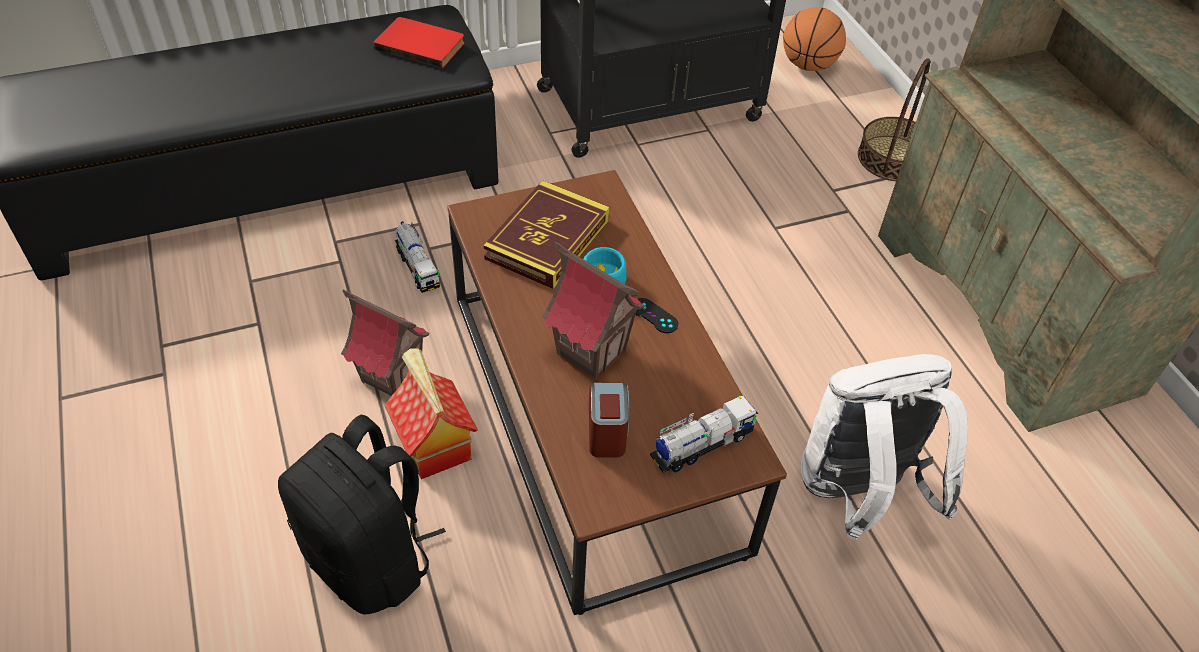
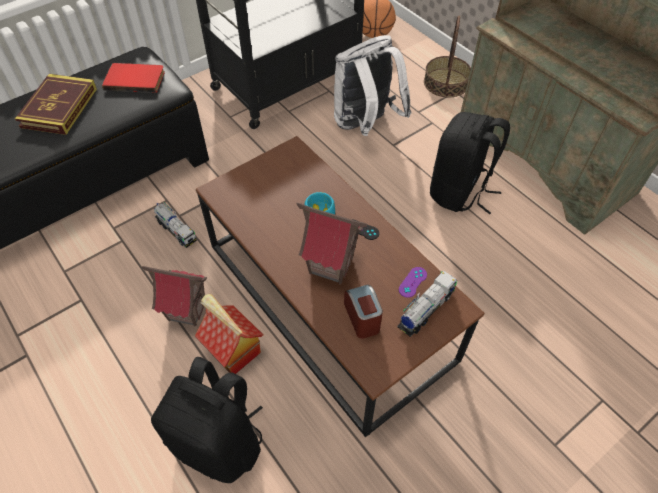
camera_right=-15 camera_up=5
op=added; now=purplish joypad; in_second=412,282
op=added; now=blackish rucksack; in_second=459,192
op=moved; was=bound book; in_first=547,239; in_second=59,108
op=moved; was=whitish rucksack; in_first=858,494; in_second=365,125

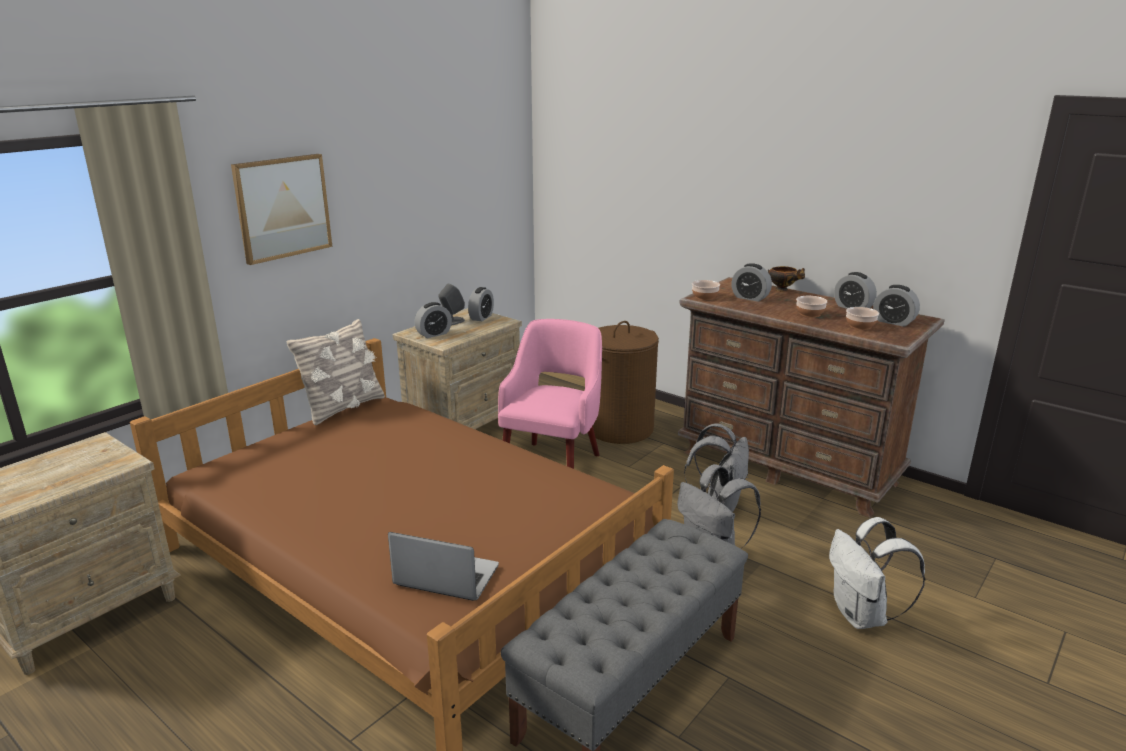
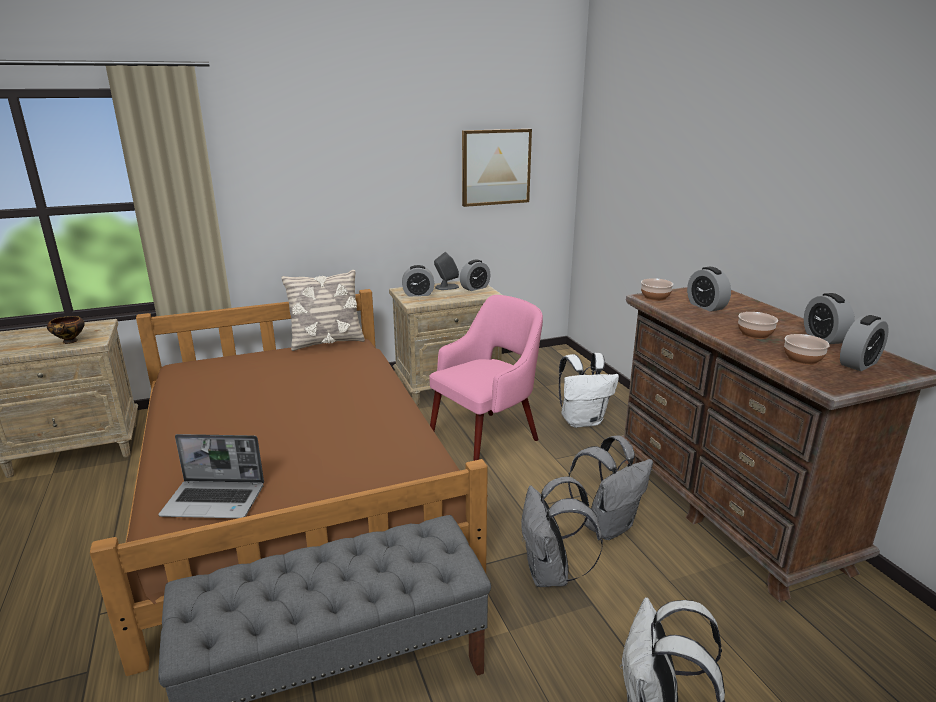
camera_right=30 camera_up=0
op=moved; was=wall picture; in_first=282,207; in_second=495,167
op=moved; was=bowl; in_first=783,290; in_second=70,342
op=replaced; was=brown-coloured laundry basket; now=whitish rucksack; in_first=620,428; in_second=582,421
op=turned; was=portable computer; in_first=445,577; in_second=215,500; clockwise=135
op=turned; was=bedside clock; in_first=893,322; in_second=859,364; clockwise=-105

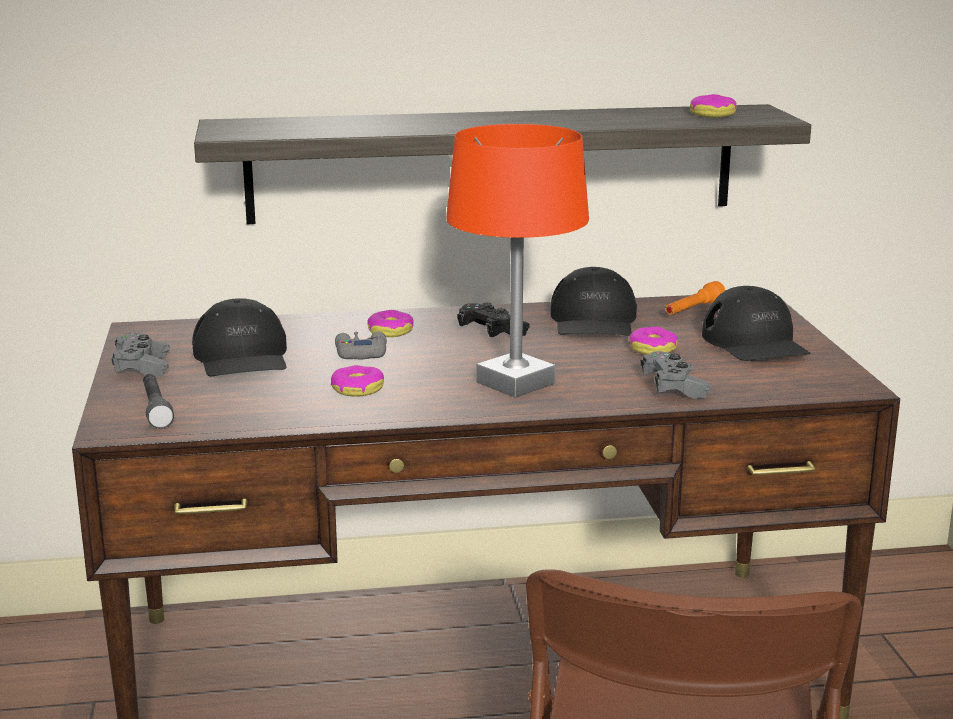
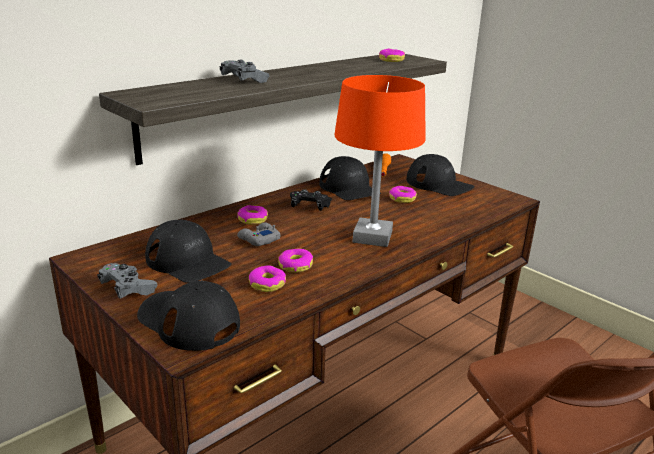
camera_right=-35 camera_up=5
op=added; now=ring doughnut; in_second=267,284
op=moved; was=greyish joypad; in_first=674,388; in_second=244,80
op=replaced; was=greyish hand torch; now=blackish peaked cap; in_first=156,409; in_second=189,321

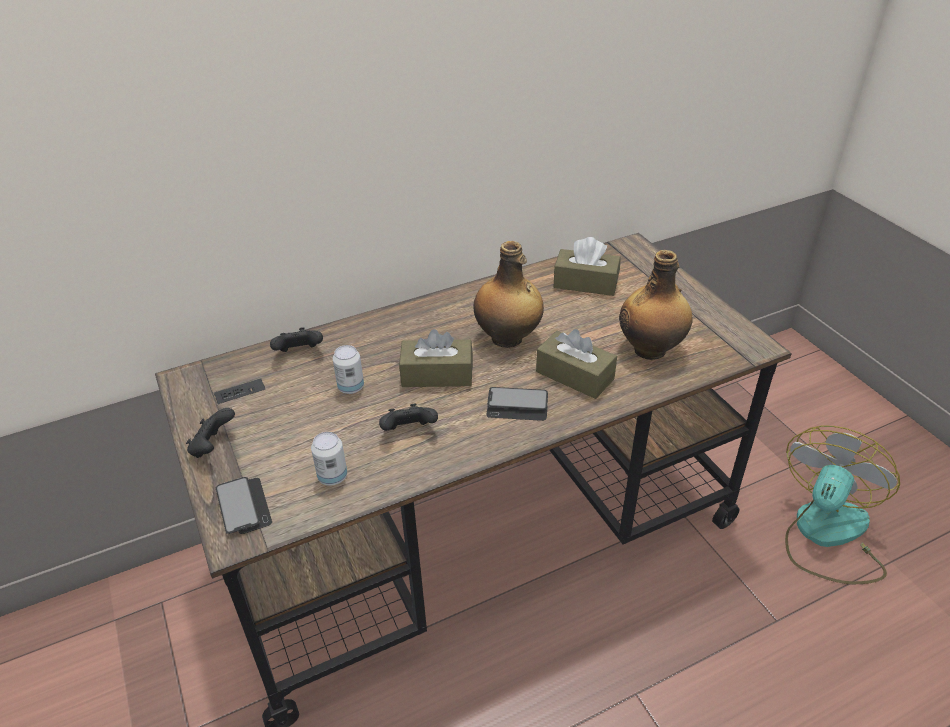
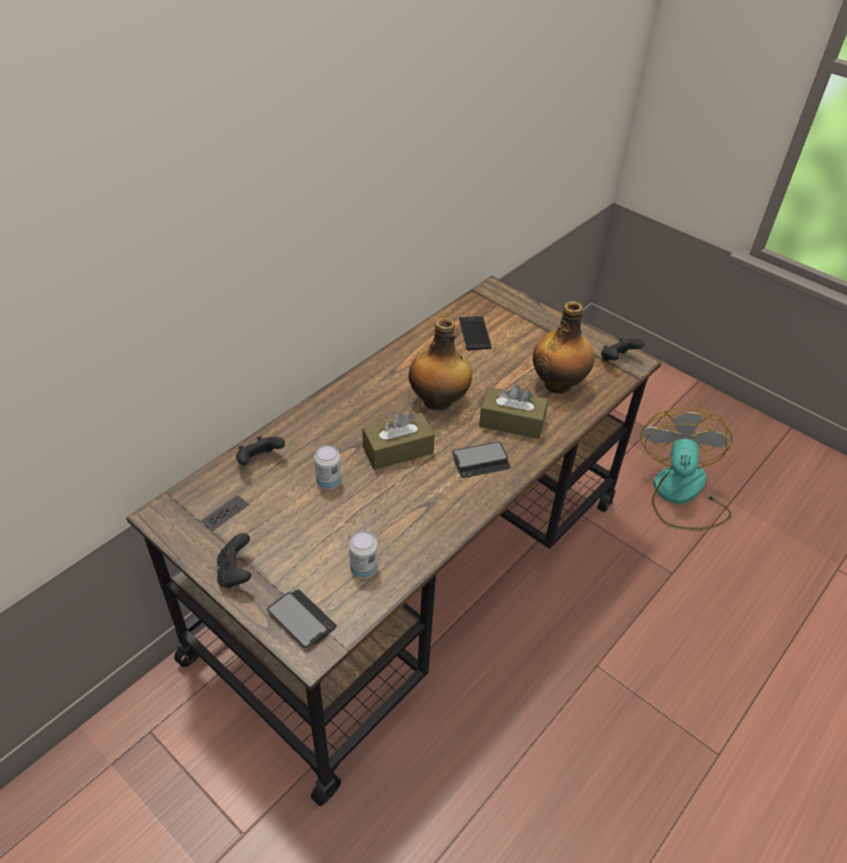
camera_right=-25 camera_up=5
op=moved; was=blackish joypad; in_first=409,431; in_second=617,360
op=replaced; was=brown-coloured tissue box; now=telephone; in_first=585,283; in_second=474,333

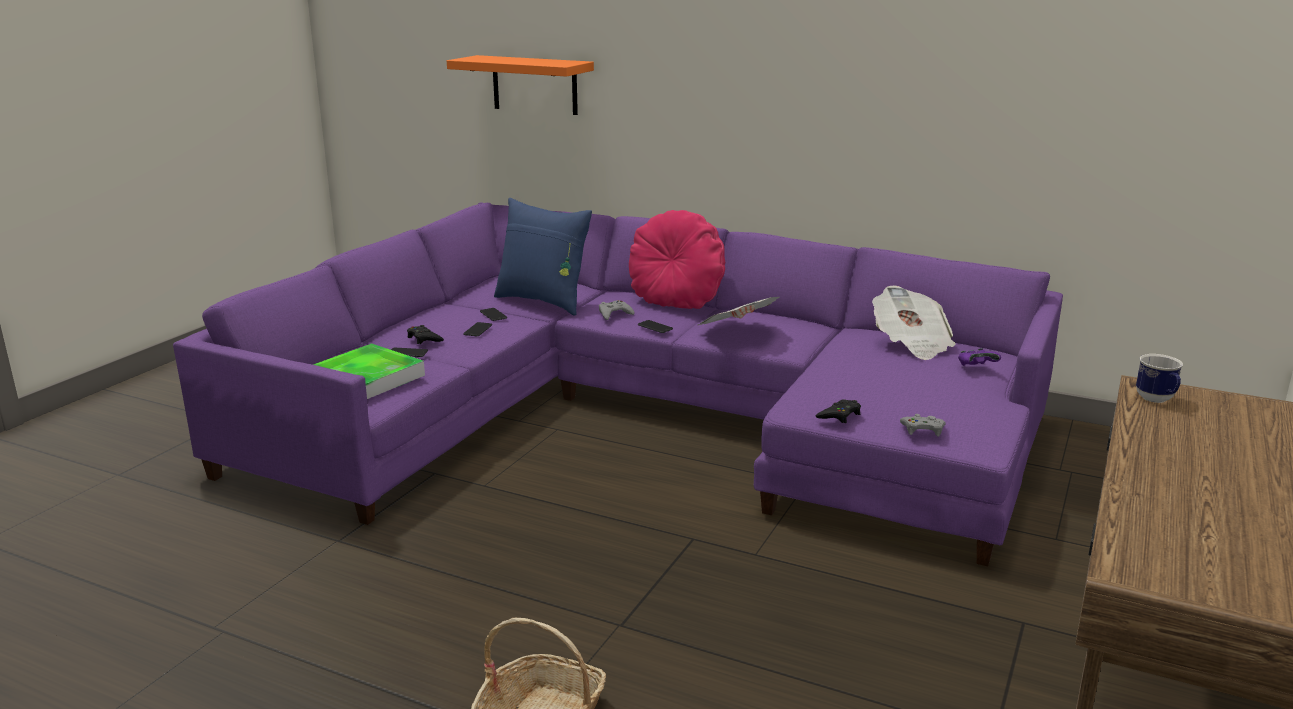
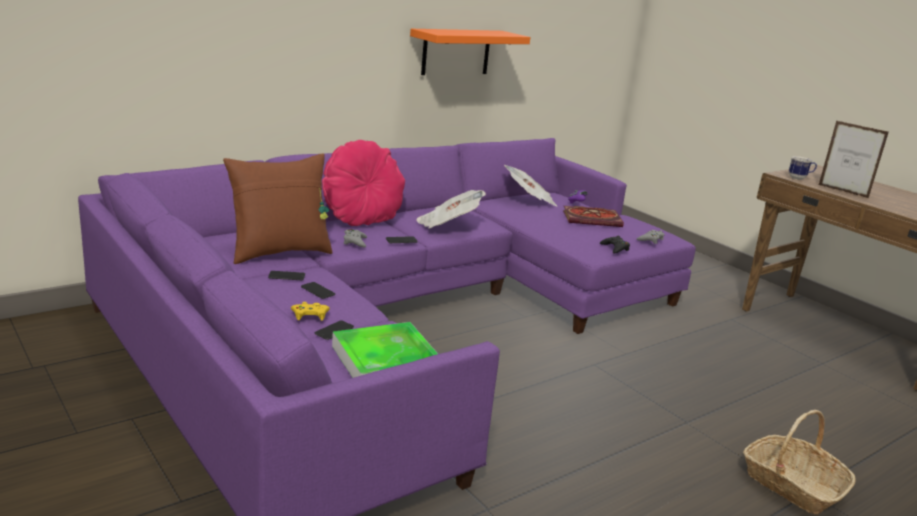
camera_right=-65 camera_up=0
op=added; now=bound book; in_second=593,219
op=added; now=picture frame; in_second=843,191
op=moved; was=orange-coloured wall shelf; in_first=534,85; in_second=456,52
op=recoloured; was=blackish joypad; now=yellow joypad; in_first=424,339; in_second=310,315
op=recoloured; was=blue throw pillow; now=brown-coloured throw pillow; in_first=542,302; in_second=279,253

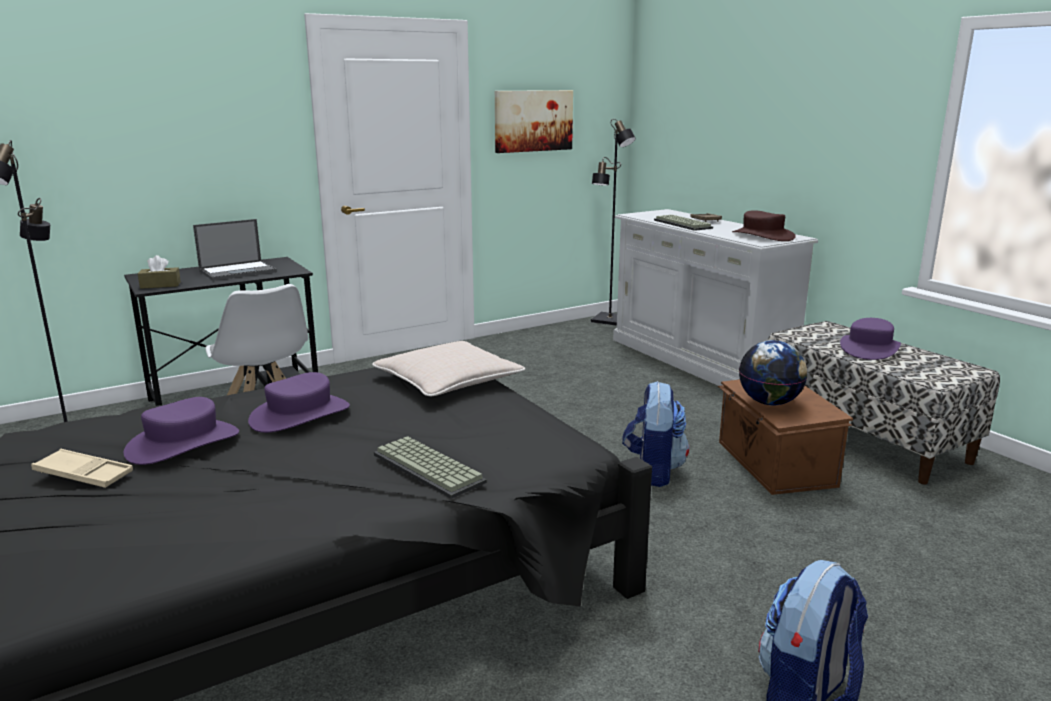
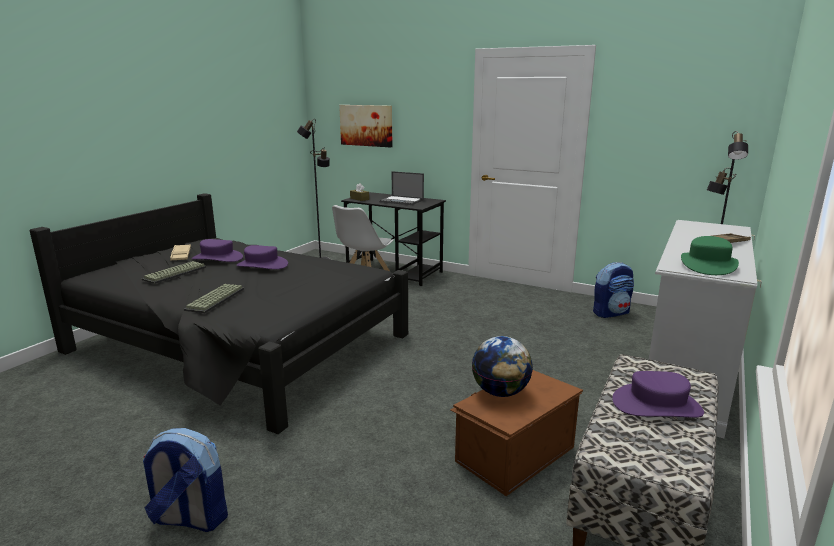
camera_right=60 camera_up=0
op=removed; was=beige-coloured throw pillow; in_first=448,379
op=moved; was=wall picture; in_first=533,121; in_second=366,125
op=moved; was=rucksack; in_first=653,471; in_second=611,313
op=moved; was=computer keyboard; in_first=684,224; in_second=175,274
op=recoloured; was=brown-coloured clothing hat; now=greenish clothing hat; in_first=762,236; in_second=708,265

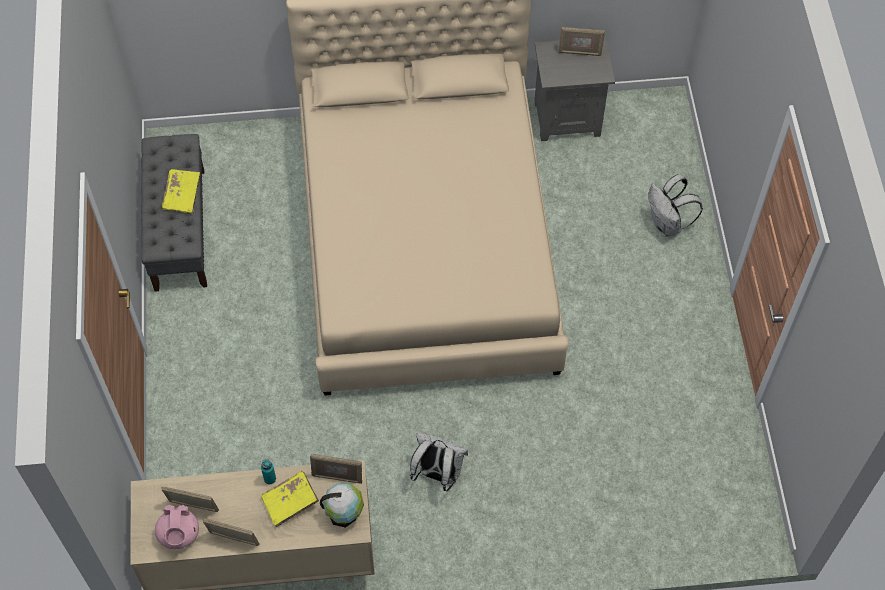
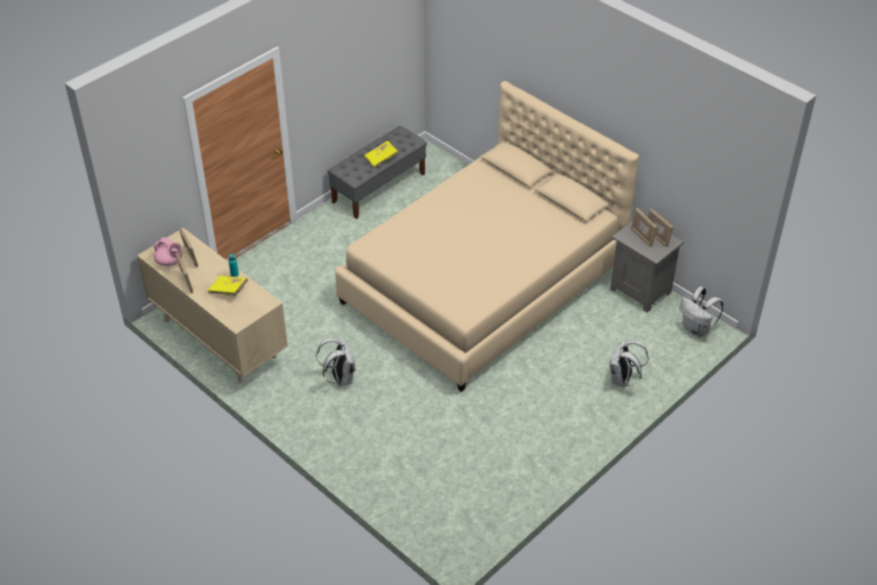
camera_right=50 camera_up=-15
op=removed; was=desk globe; in_first=344,513
op=added; now=whitish rucksack; in_second=696,329
op=moved; was=picture frame; in_first=337,477; in_second=642,237
op=turned; was=pink-coloured teapot; in_first=179,534; in_second=169,261; clockwise=-105

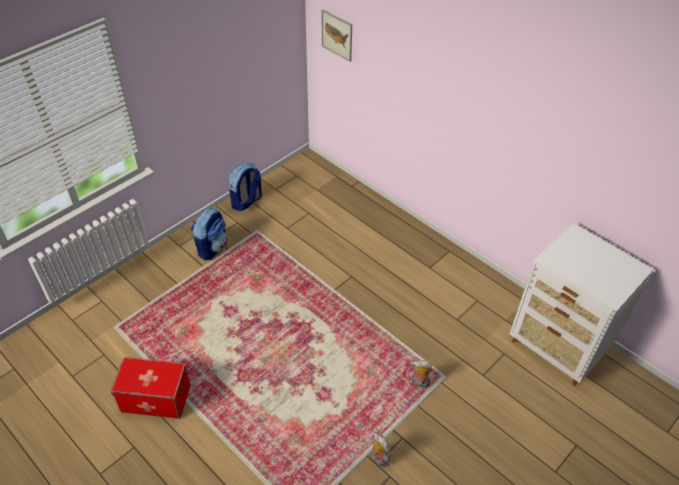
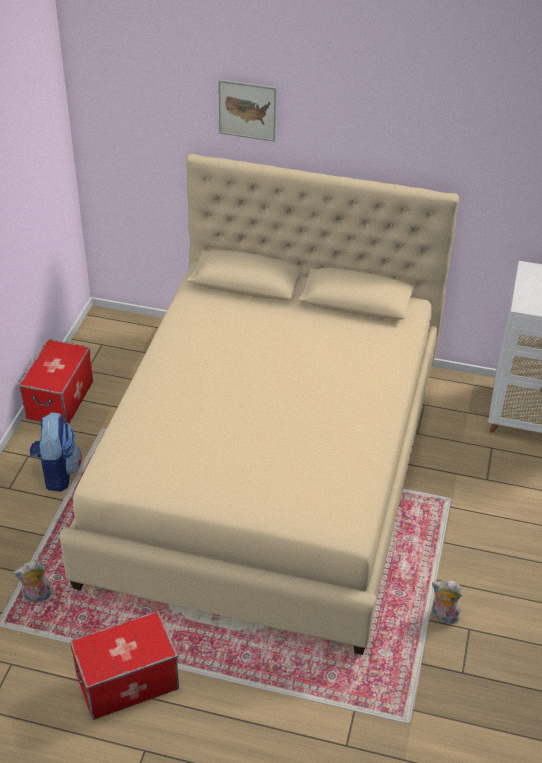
camera_right=-30 camera_up=-5
op=added; now=beige-coloured bedroom bed; in_second=269,468
op=moved; was=wall picture; in_first=337,35; in_second=247,110
op=moved; was=cuddly toy; in_first=419,383; in_second=37,597
op=replaced; was=rucksack; now=storage box; in_first=246,202; in_second=60,400

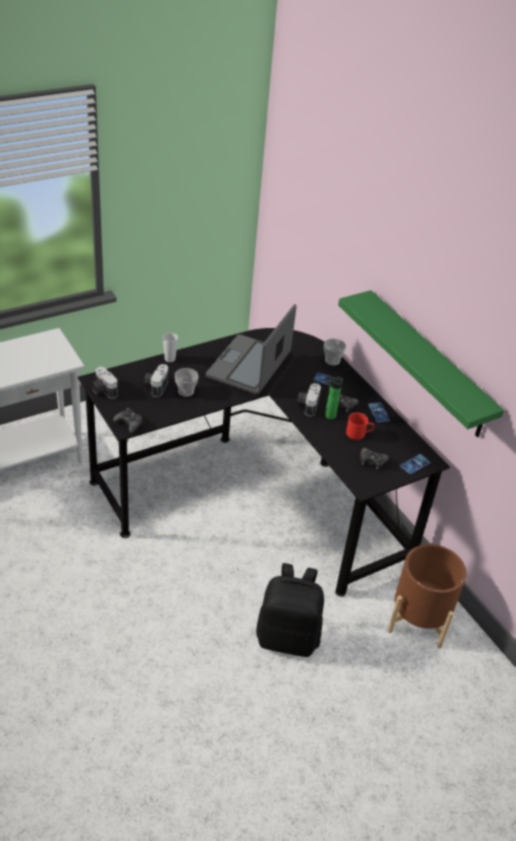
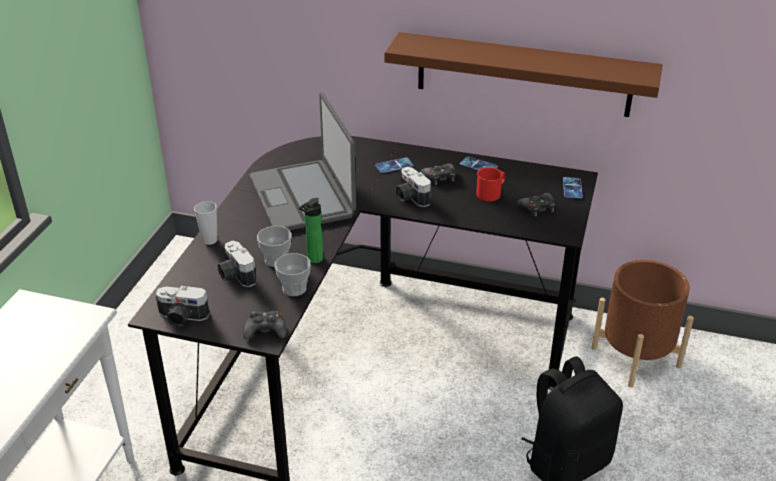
camera_right=-40 camera_up=-5
op=moved; was=cup; in_first=332,360; in_second=294,288
op=moved; was=beverage bottle; in_first=328,416; in_second=313,260
op=recoloured; was=greenish wall shelf; now=brown-coloured wall shelf; in_first=427,364; in_second=523,75

